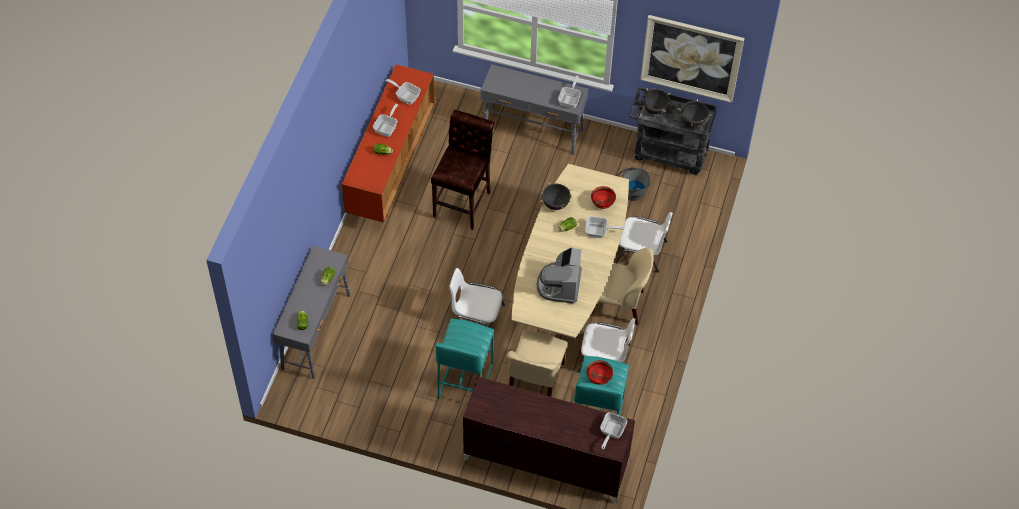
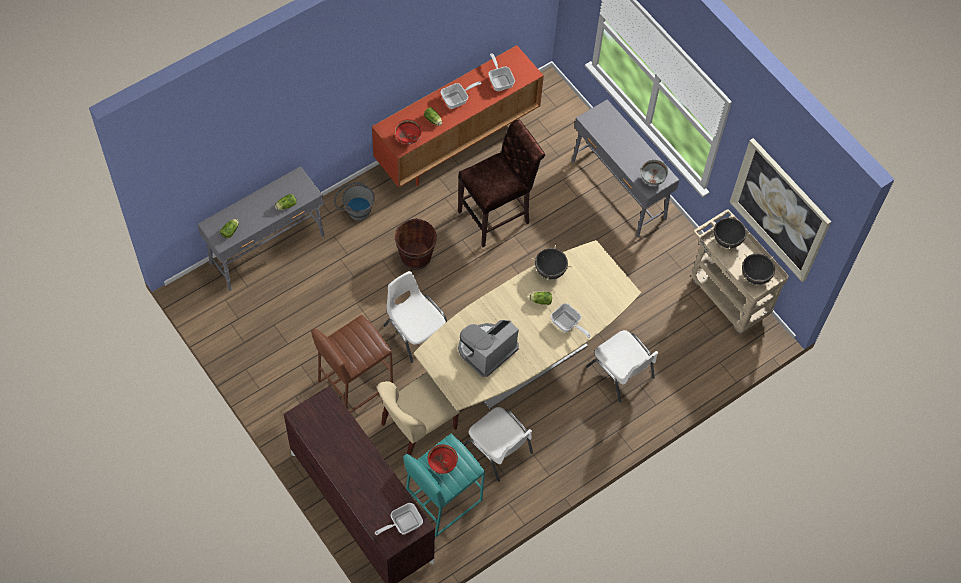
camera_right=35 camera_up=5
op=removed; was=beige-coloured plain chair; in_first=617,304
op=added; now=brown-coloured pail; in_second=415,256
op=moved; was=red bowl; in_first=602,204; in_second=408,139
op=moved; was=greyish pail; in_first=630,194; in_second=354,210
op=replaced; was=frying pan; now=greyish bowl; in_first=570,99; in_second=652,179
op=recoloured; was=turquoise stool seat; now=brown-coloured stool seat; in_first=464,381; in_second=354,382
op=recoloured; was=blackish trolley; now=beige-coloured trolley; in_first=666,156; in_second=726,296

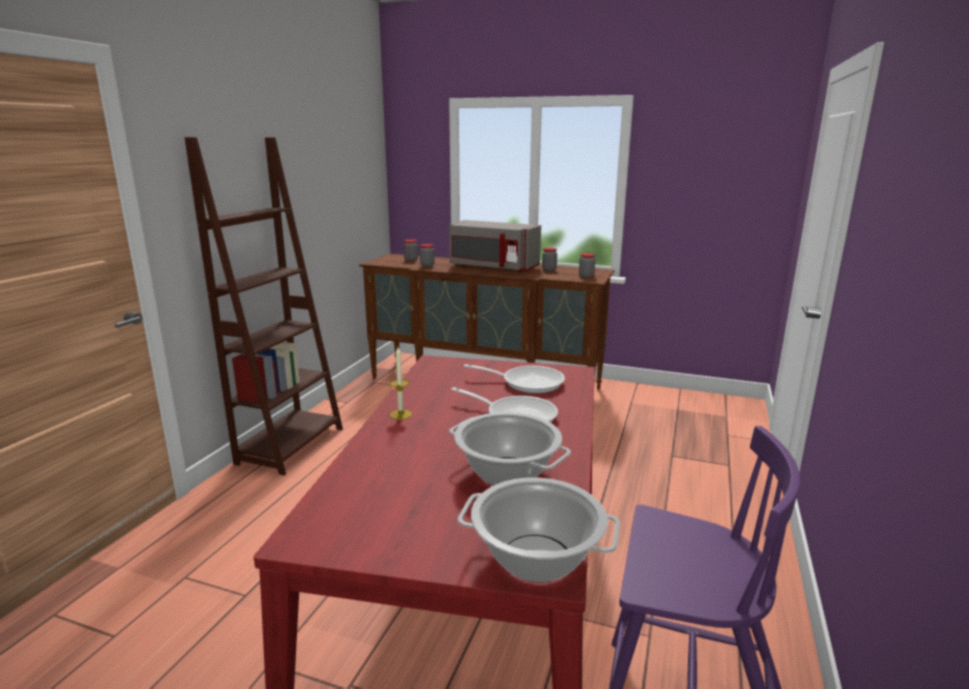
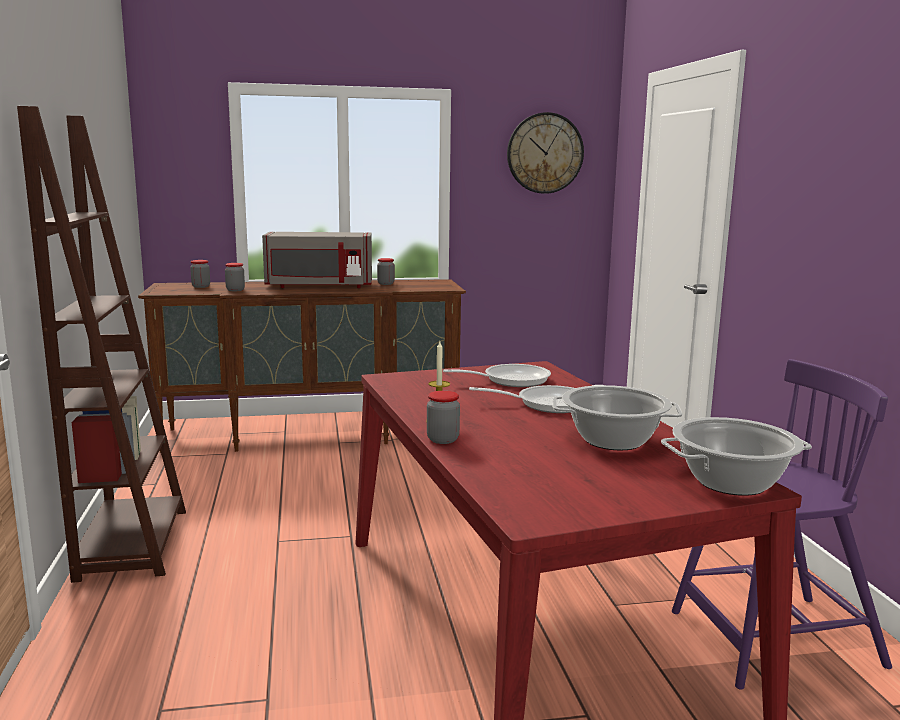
camera_right=-30 camera_up=-5
op=added; now=hanging clock; in_second=545,153
op=moved; was=preserve jar; in_first=586,276; in_second=443,439

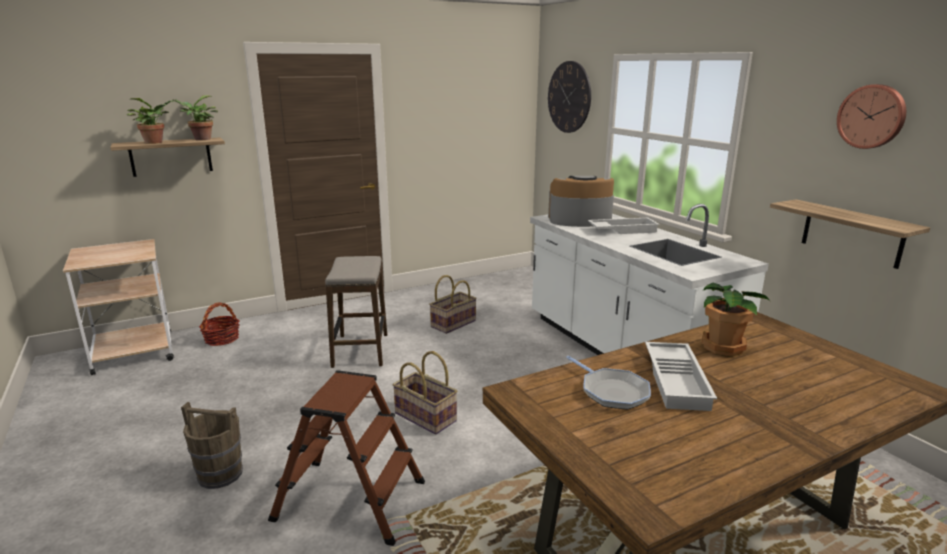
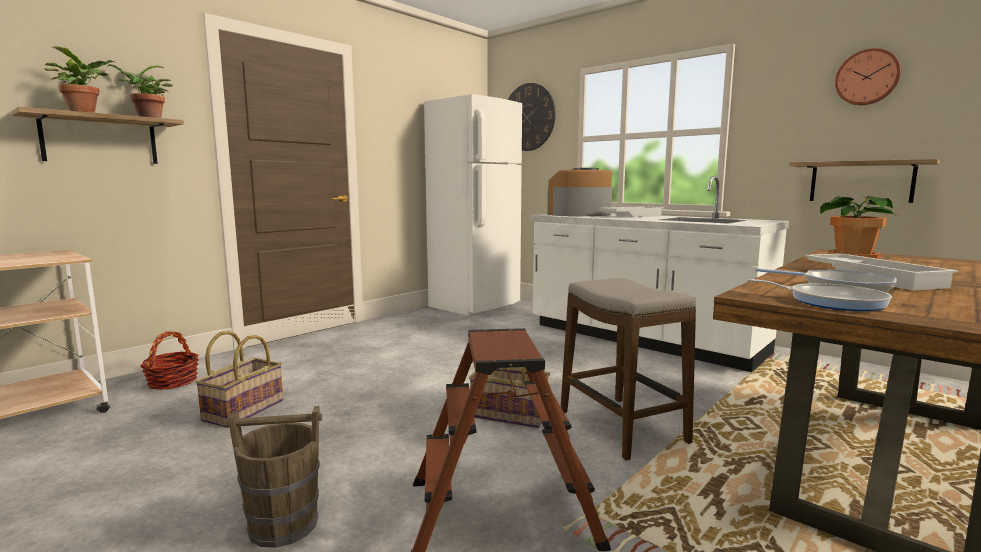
camera_right=-20 camera_up=-10
op=added; now=whitish kitchen fridge; in_second=475,305
op=added; now=frying pan; in_second=831,301
op=moved; was=stool seat; in_first=360,350; in_second=621,427
op=moved; was=storage basket; in_first=453,323; in_second=243,410

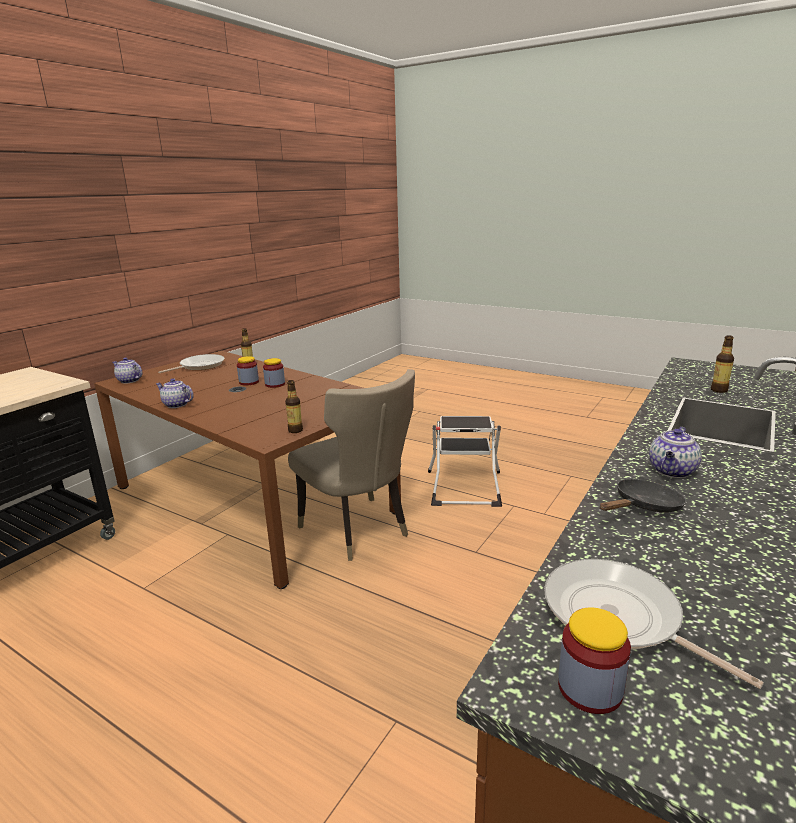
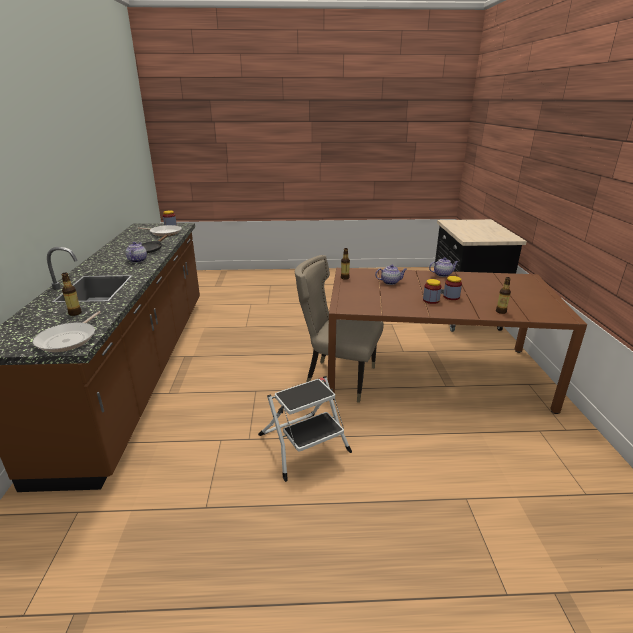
camera_right=145 camera_up=5
op=moved; was=teapot; in_first=129,381; in_second=390,282
op=moved; was=frying pan; in_first=200,366; in_second=69,339

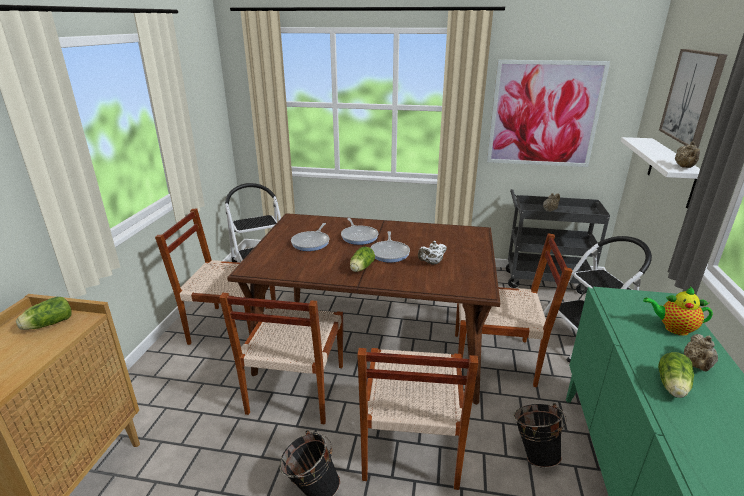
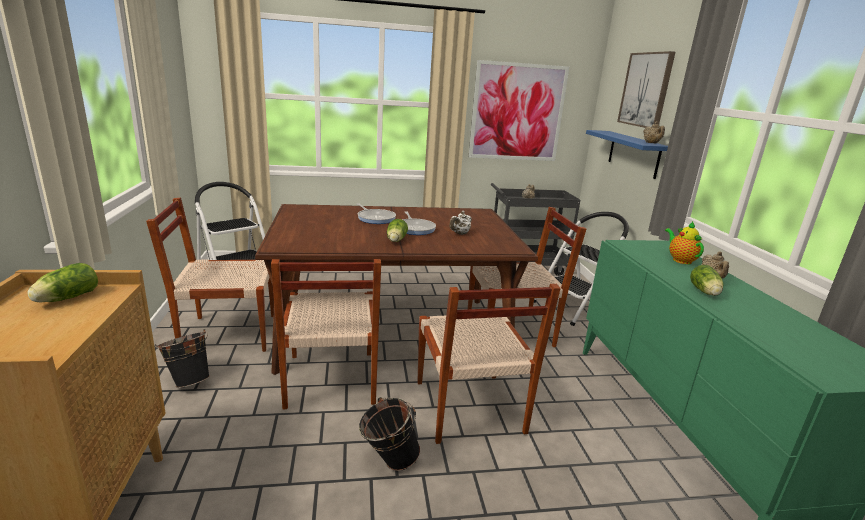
camera_right=-20 camera_up=-5
op=removed; was=frying pan; in_first=311,242
op=moved; was=blackish pail; in_first=534,452; in_second=189,380
op=recoloured; was=whitish wall shelf; now=blue wall shelf; in_first=671,172; in_second=633,153
op=turned; was=teapot; in_first=673,328; in_second=680,260; clockwise=75

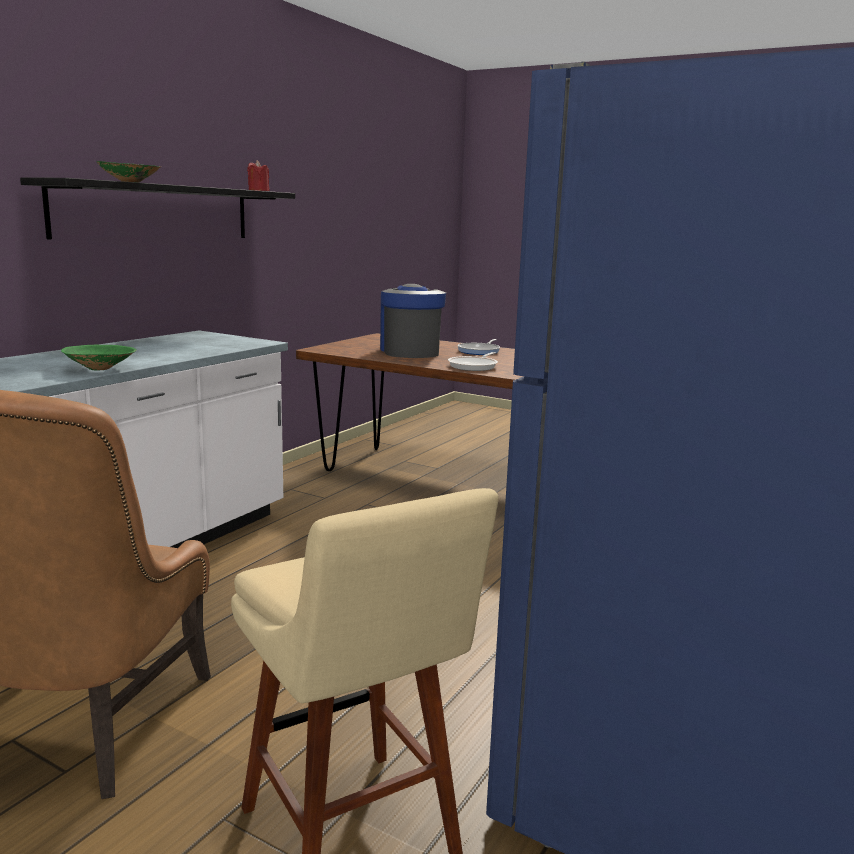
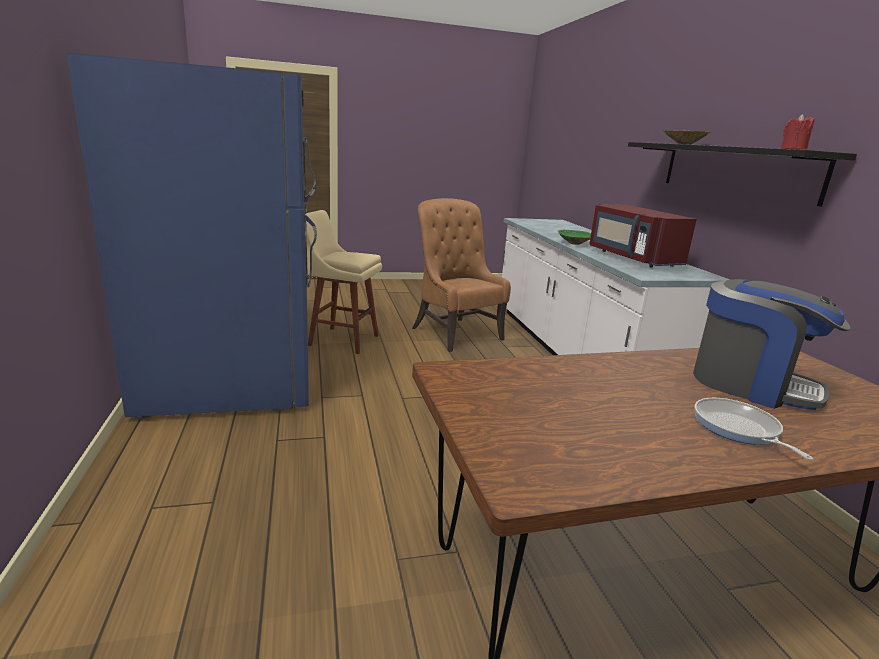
camera_right=135 camera_up=5
op=removed; was=frying pan; in_first=474,366
op=added; now=red microwave oven; in_second=631,258

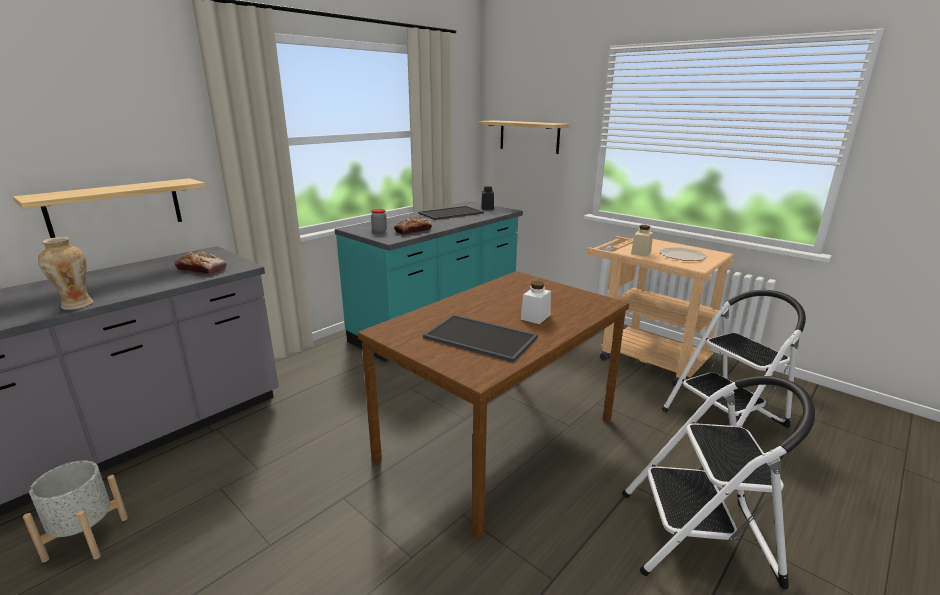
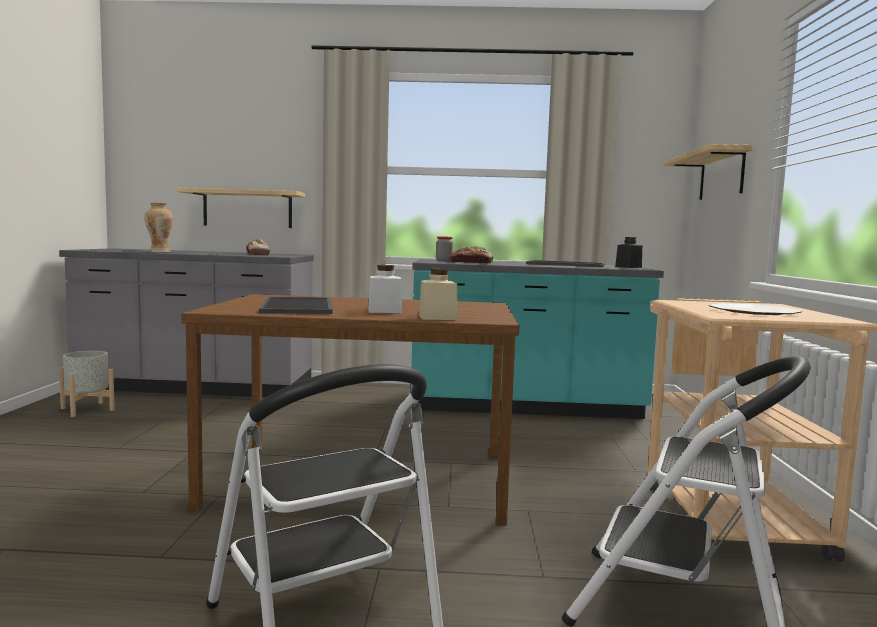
camera_right=50 camera_up=-15
op=moved; was=beige-coloured preserve jar; in_first=641,252; in_second=437,318

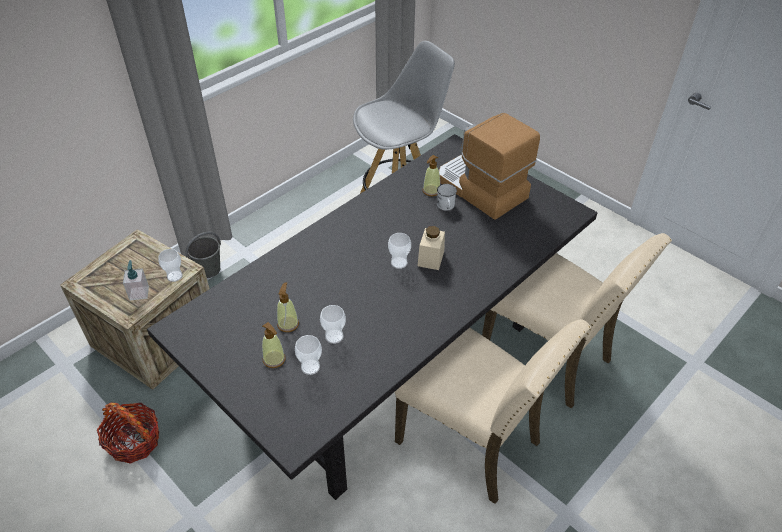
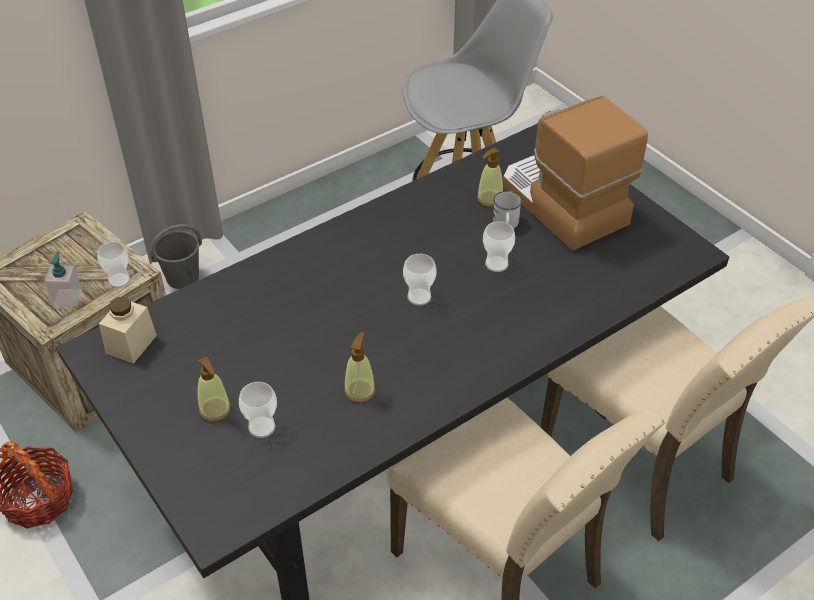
camera_right=10 camera_up=0
op=moved; was=liquid soap bottle; in_first=288,324; in_second=360,391
op=moved; was=cup; in_first=334,336; in_second=496,264
op=moved; was=beige-coloured preserve jar; in_first=431,258; in_second=131,344

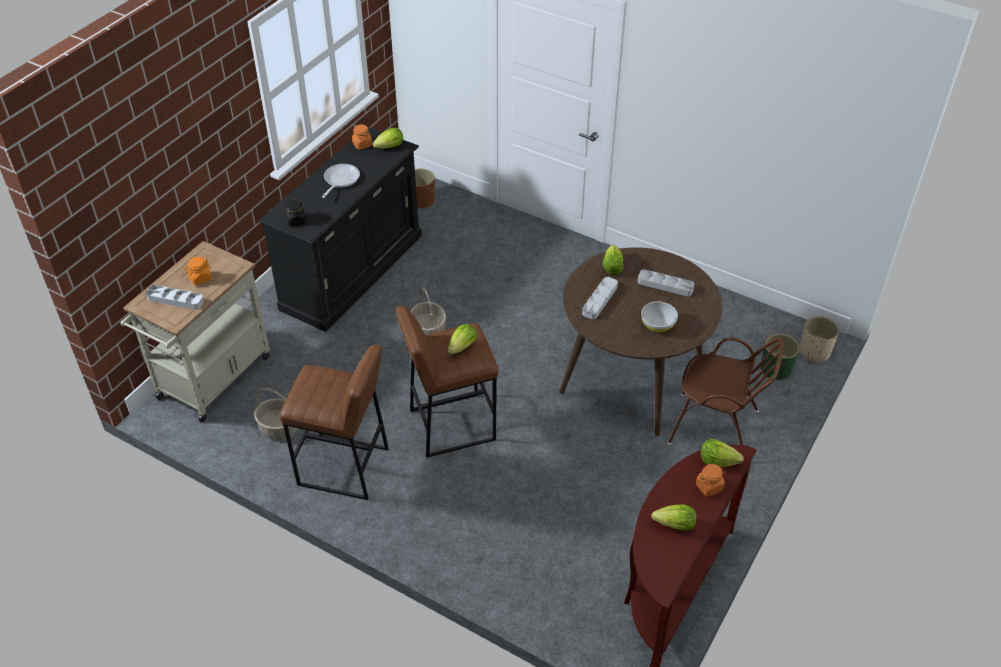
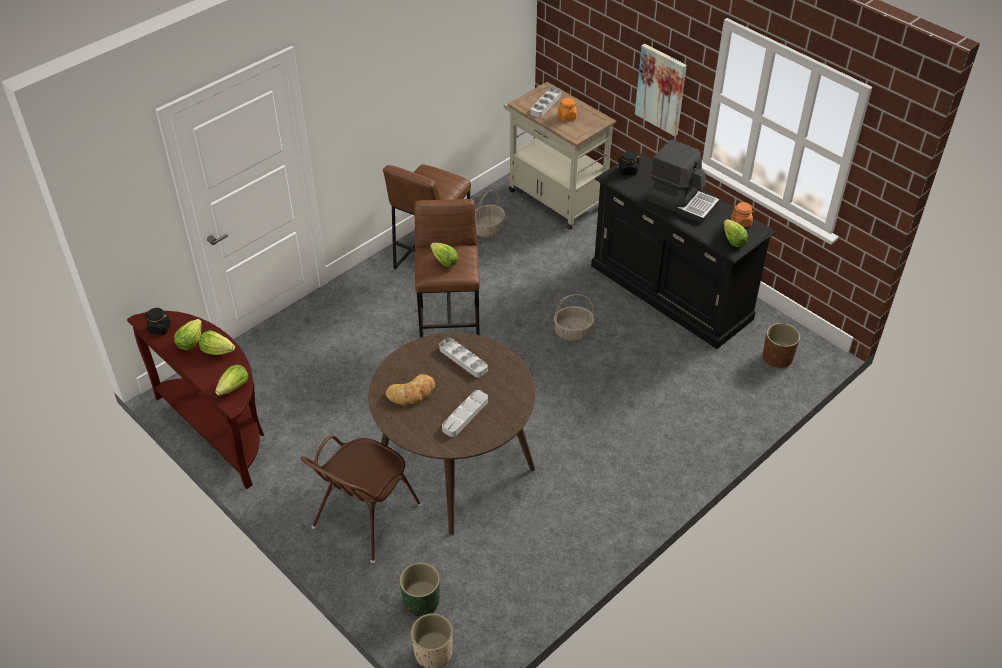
camera_right=105 camera_up=0
op=removed; was=orange-coloured preserve jar; in_first=709,487
op=added; now=blackish preserve jar; in_second=159,328
op=added; now=wall picture; in_second=661,89
op=moved; was=lettuce head; in_first=612,267; in_second=217,350
op=replaced; was=frying pan; now=coffee maker; in_first=340,180; in_second=682,202
op=replaced; was=whitish bowl; now=baked bread; in_first=657,325; in_second=412,393

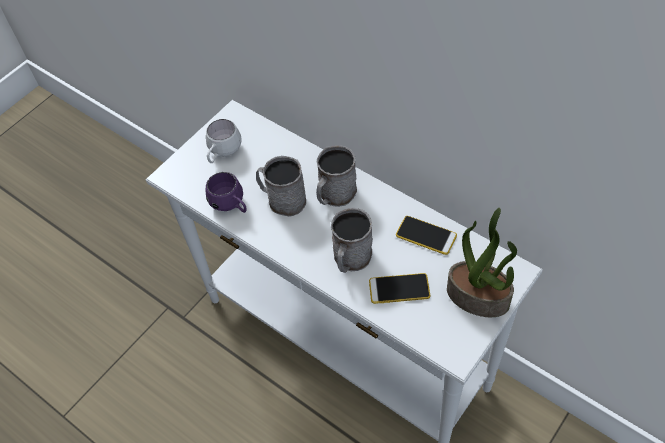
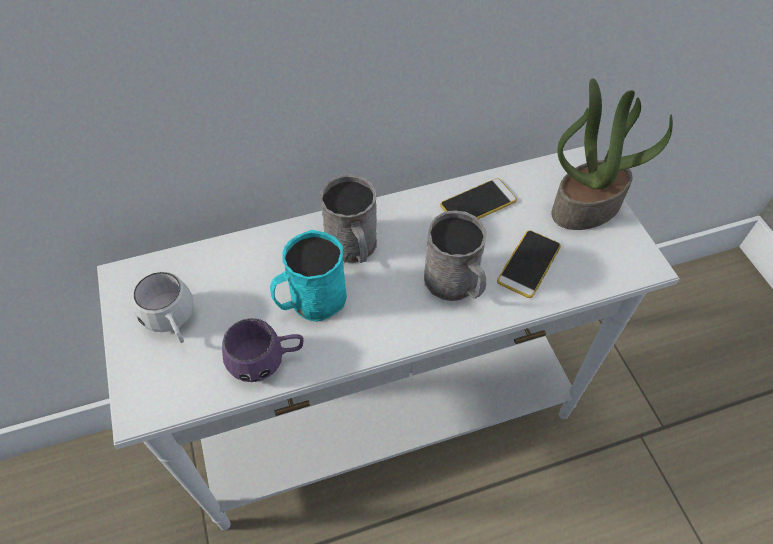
camera_right=-60 camera_up=0
op=recoloured; was=greyish mug; now=turquoise mug; in_first=282,200; in_second=311,301

